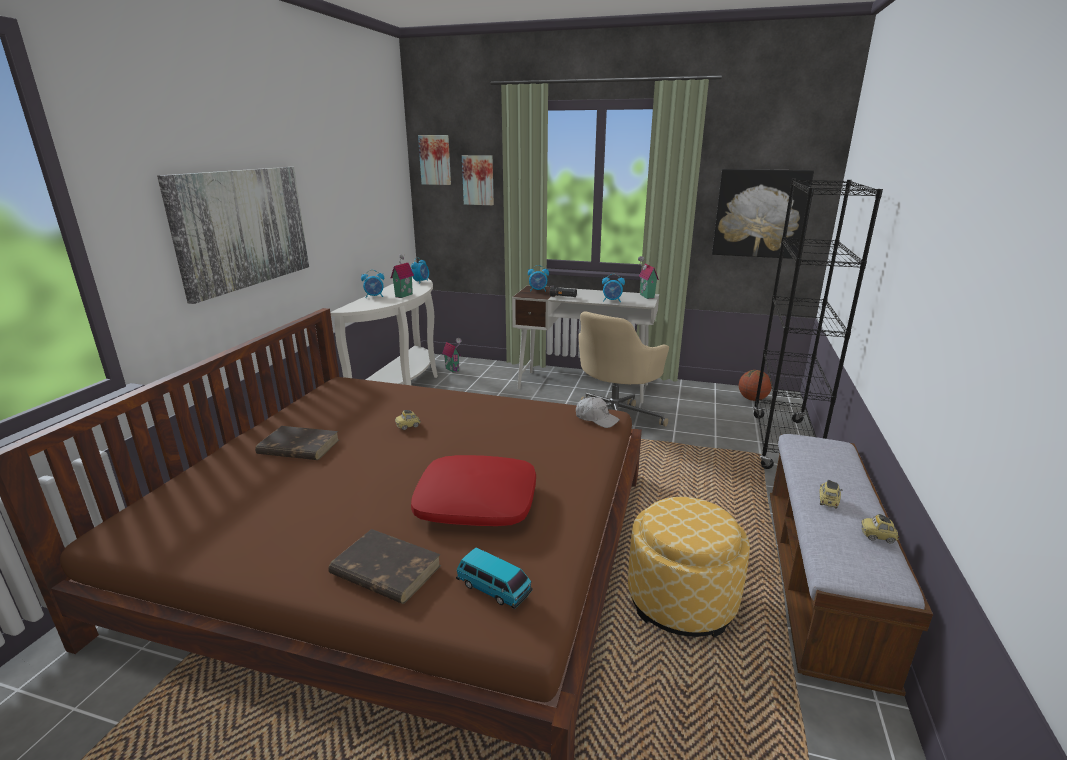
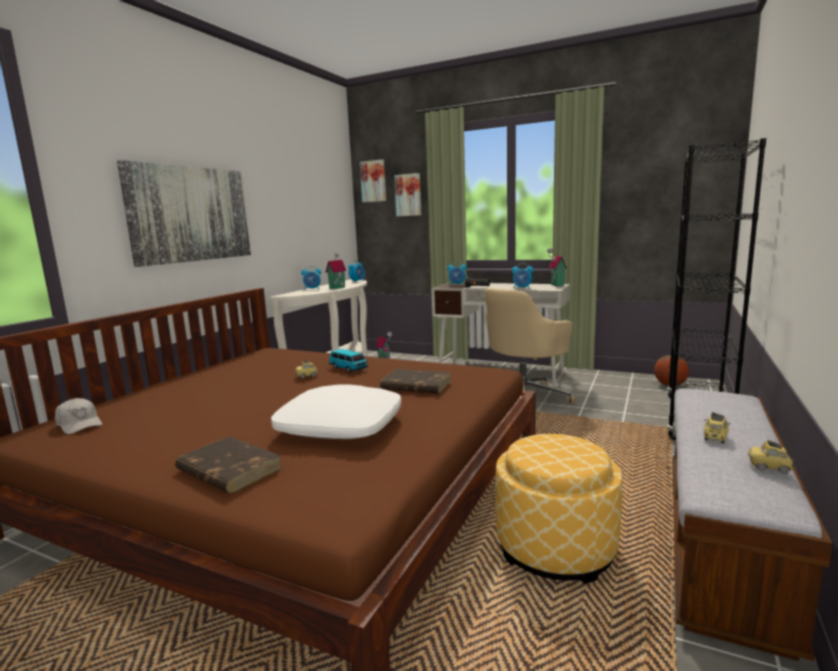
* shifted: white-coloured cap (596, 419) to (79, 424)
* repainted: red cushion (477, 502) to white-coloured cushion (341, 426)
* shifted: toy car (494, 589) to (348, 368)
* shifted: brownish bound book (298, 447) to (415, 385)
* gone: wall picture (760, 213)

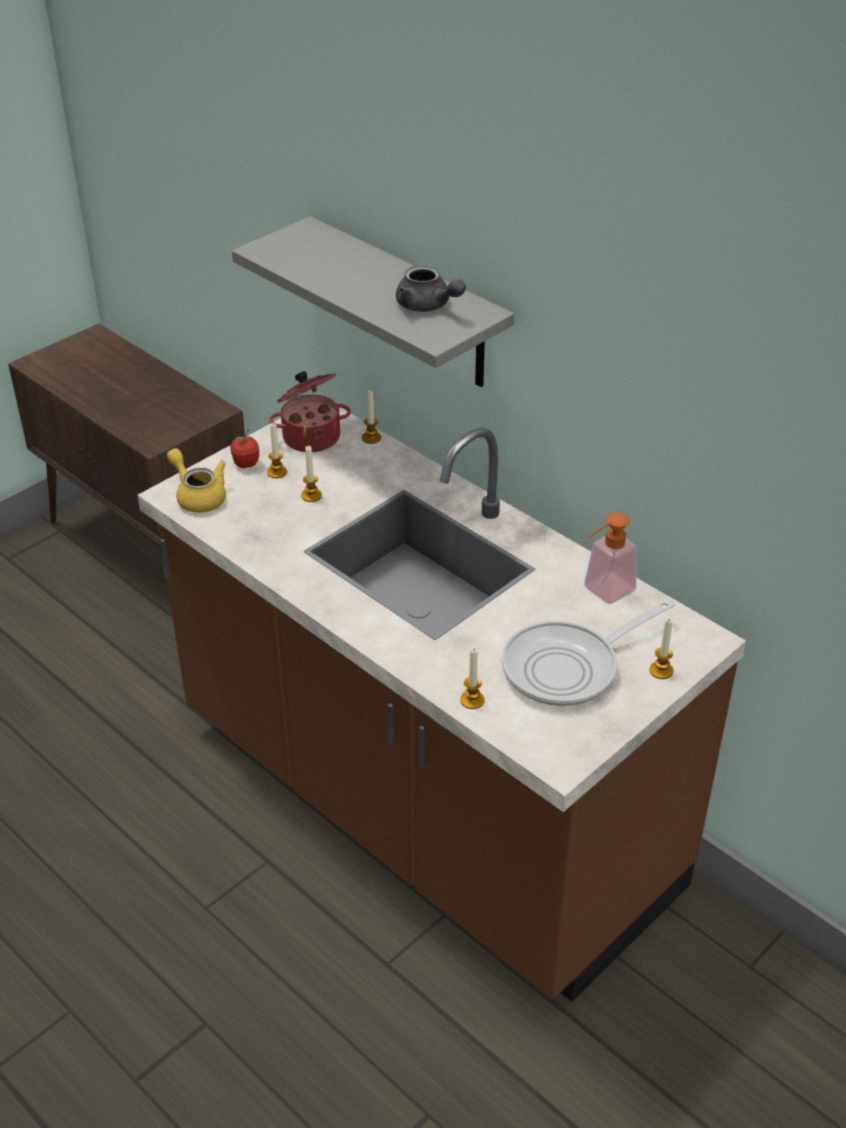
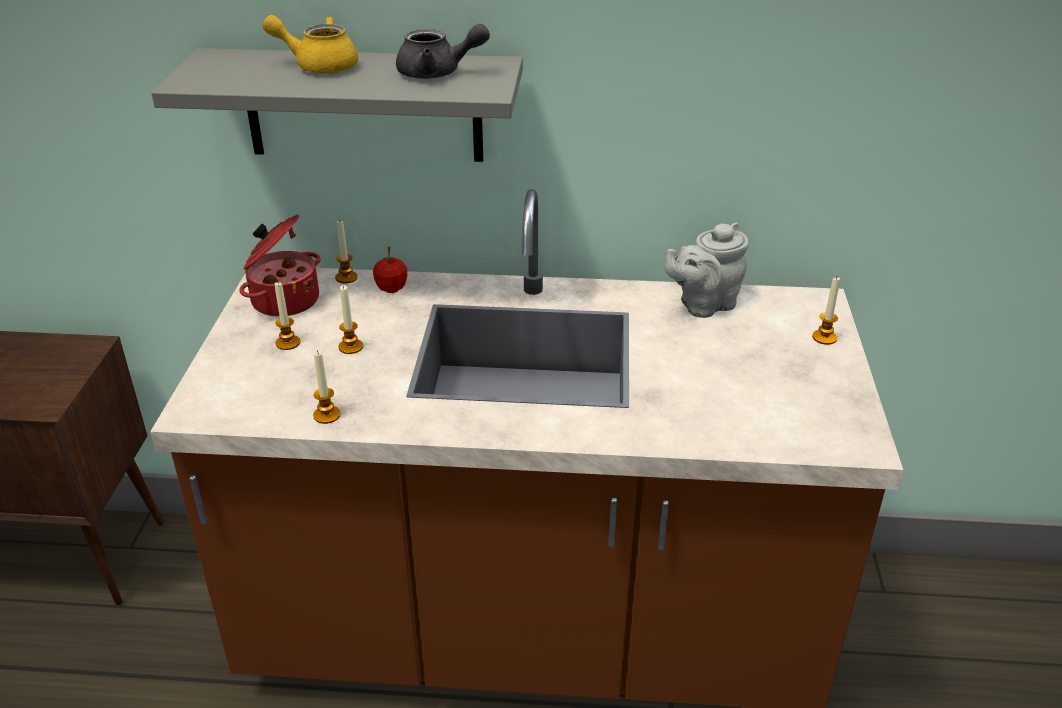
* shifted: yellow-coloured teapot (198, 496) to (319, 65)
* shifted: wax light (472, 700) to (327, 415)
* shifted: apple (246, 464) to (391, 289)
* swapped: liquid soap bottle (603, 593) to grey teapot (703, 305)
* gone: frying pan (569, 668)

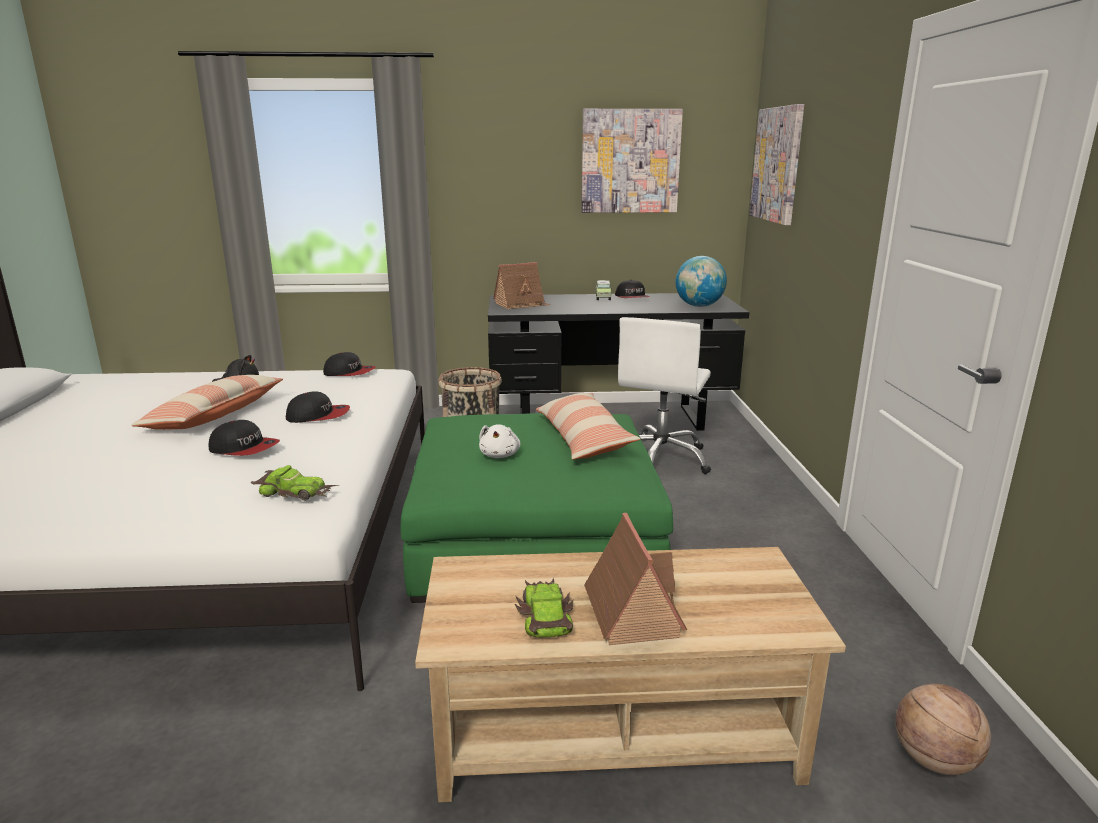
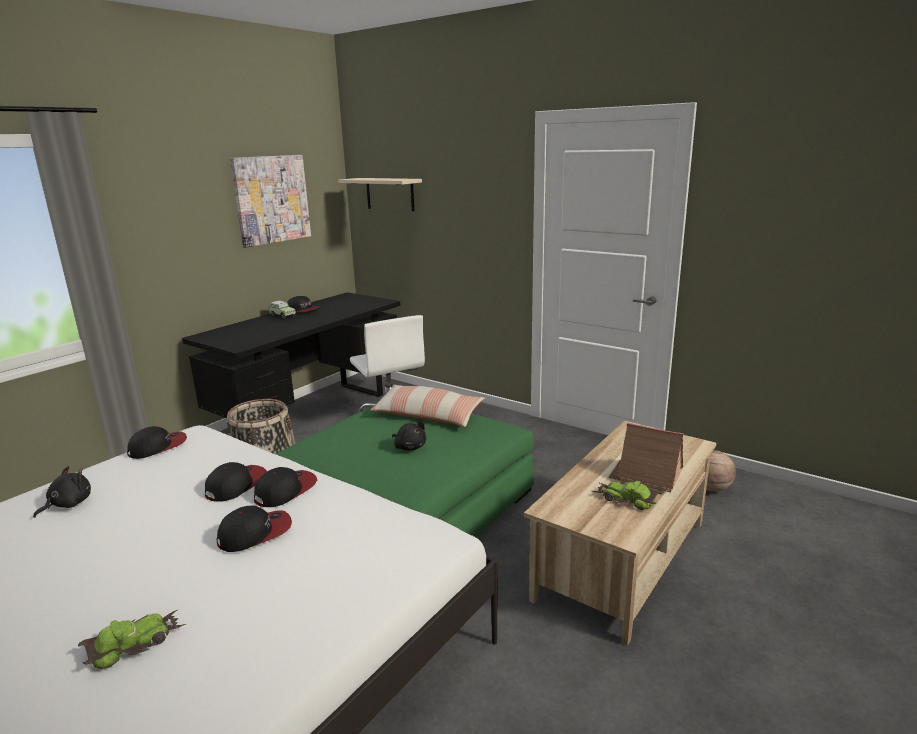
* shifted: toy car (296, 492) to (134, 643)
* new: cap (285, 491)
* swapped: wall picture (777, 164) to beige-coloured bracket shelf (390, 194)
* repainted: white-coloured cuddly toy (500, 455) to black-coloured cuddly toy (409, 447)
* gone: cushion (215, 416)
* gone: toy house (521, 304)
* gone: globe (699, 306)

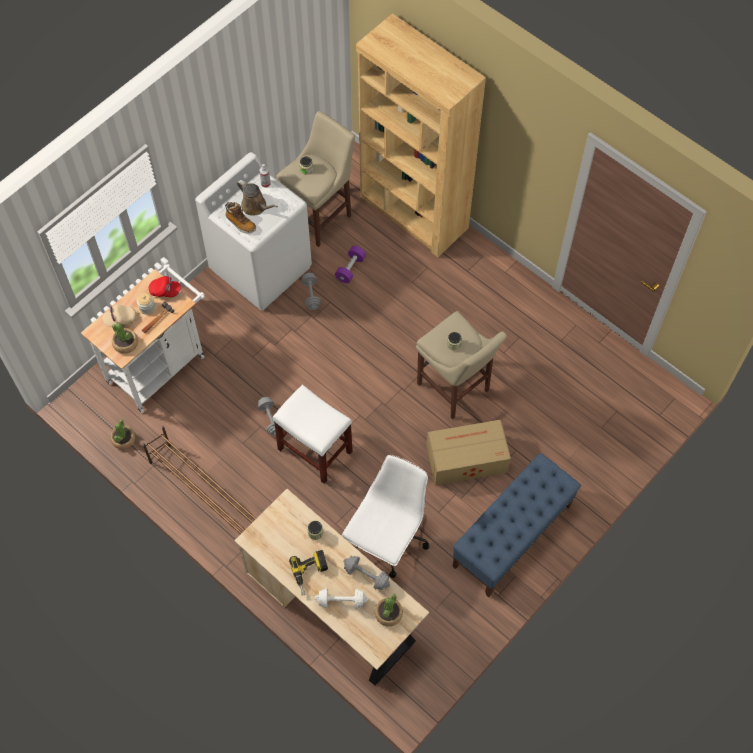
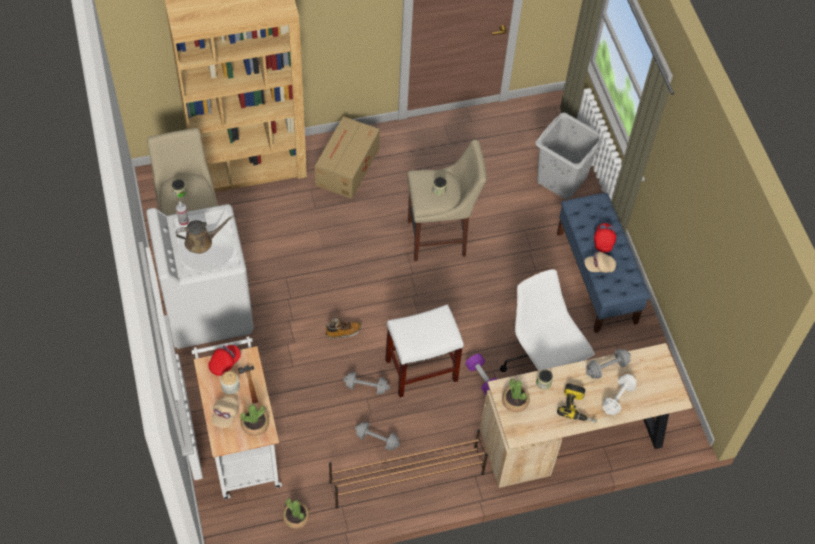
* shifted: packing box (465, 459) to (346, 167)
* shifted: tall boot (240, 223) to (343, 332)
* shifted: grey free weight (311, 295) to (377, 440)
* shifted: purple-coloured free weight (350, 269) to (482, 378)
* shifted: potted plant (388, 613) to (515, 401)
* new: grey hamper (561, 179)
* new: beige-coloured cap (599, 267)
* new: red cap (603, 241)

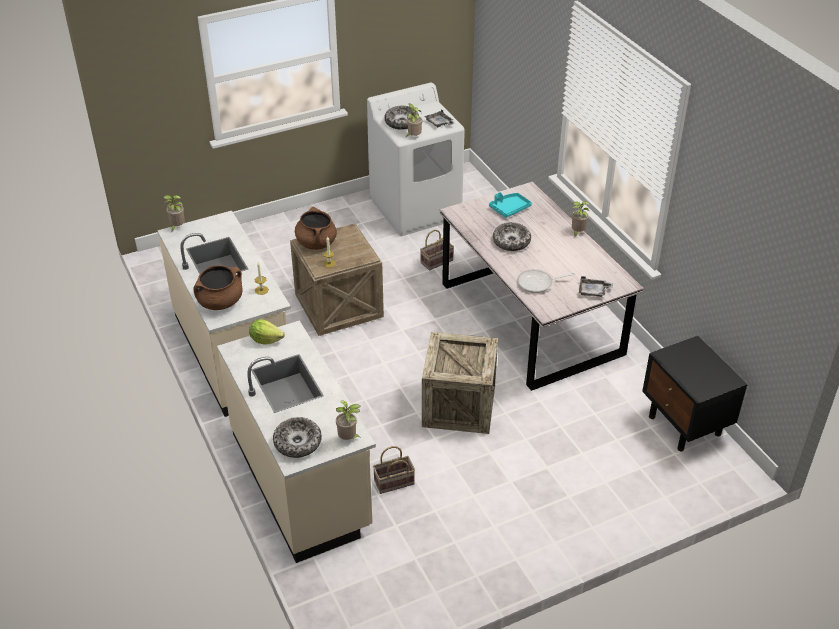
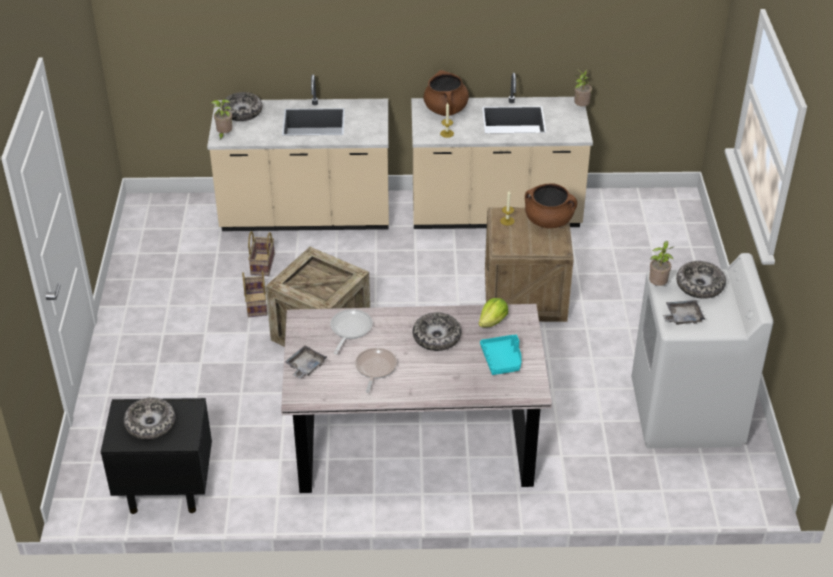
* new: bowl (150, 424)
* shifted: basket (436, 262) to (255, 304)
* new: frying pan (375, 368)
* shifted: head of lettuce (266, 339) to (493, 322)
* gone: potted plant (577, 233)

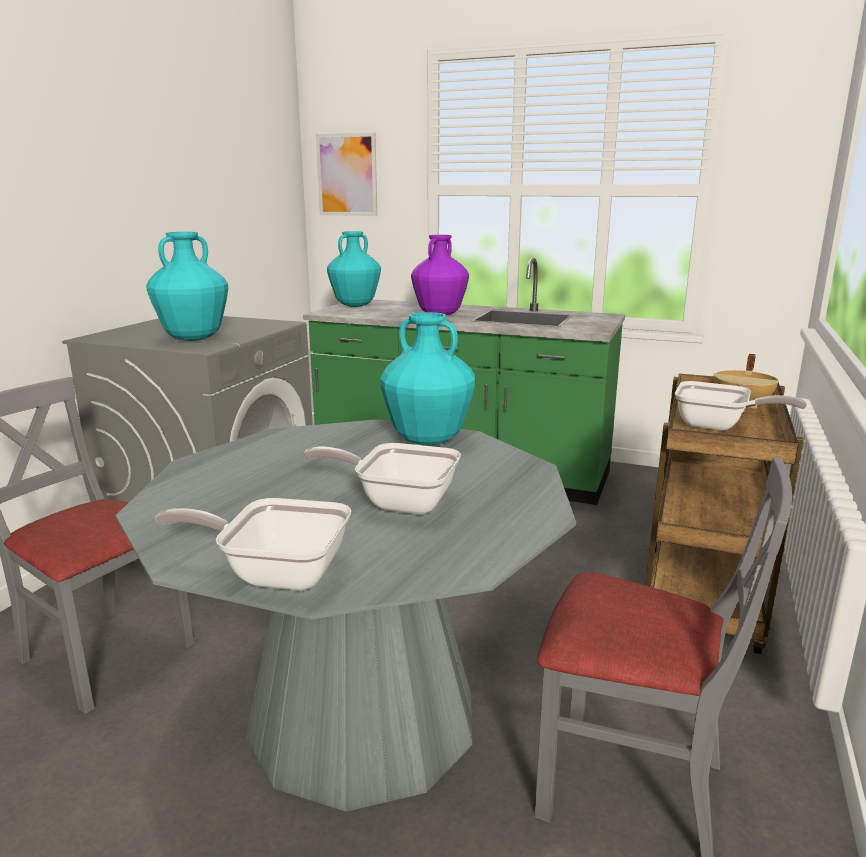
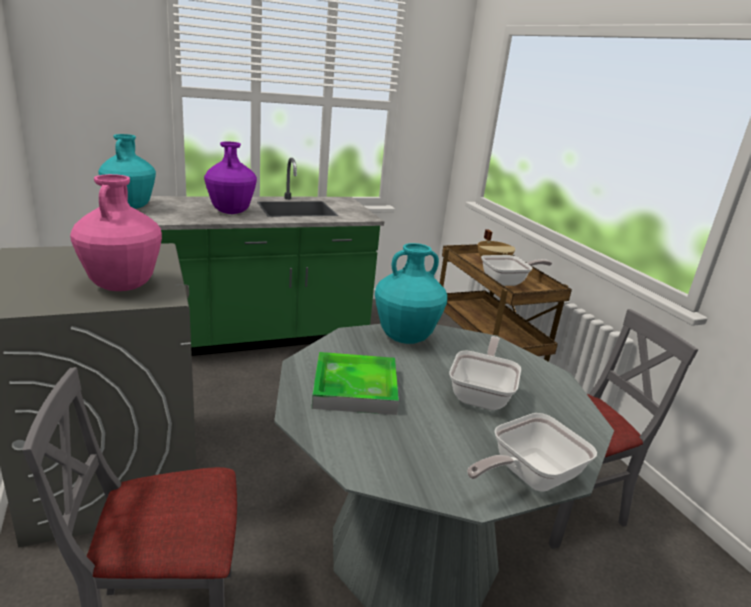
* repainted: blue-green decorative vase (194, 338) to pink decorative vase (122, 286)
* new: tray (355, 388)
* rotated: frying pan (398, 502) = (482, 394) 135 degrees clockwise
* gone: wall picture (347, 175)

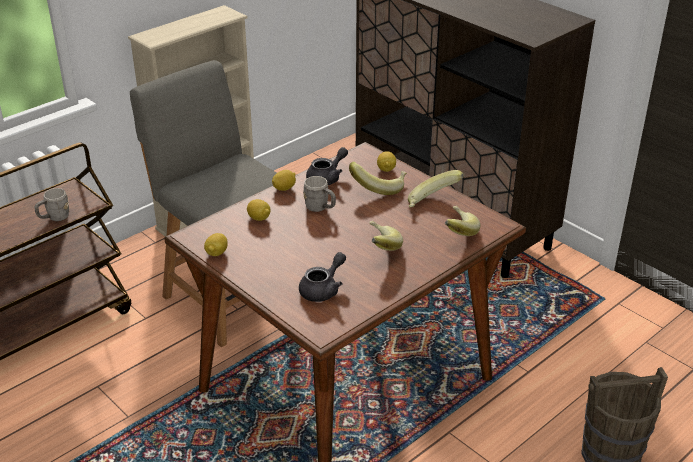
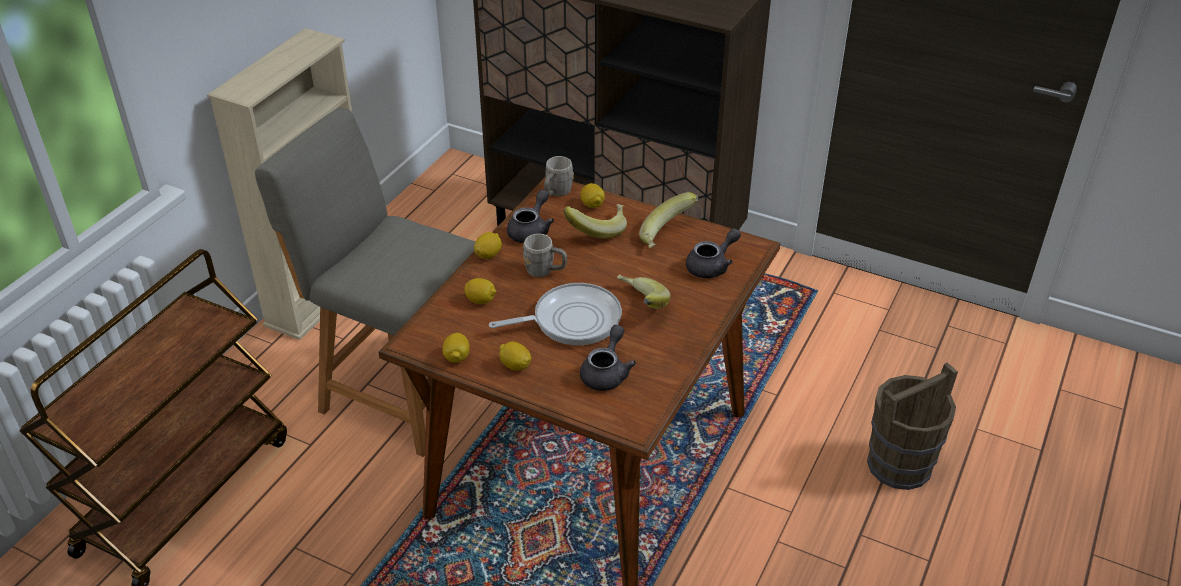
* new: frying pan (571, 320)
* new: whole lemon (515, 365)
* shifted: grey coffee mug (54, 218) to (556, 193)
* swapped: banana fruit (456, 232) to grey teapot (712, 266)

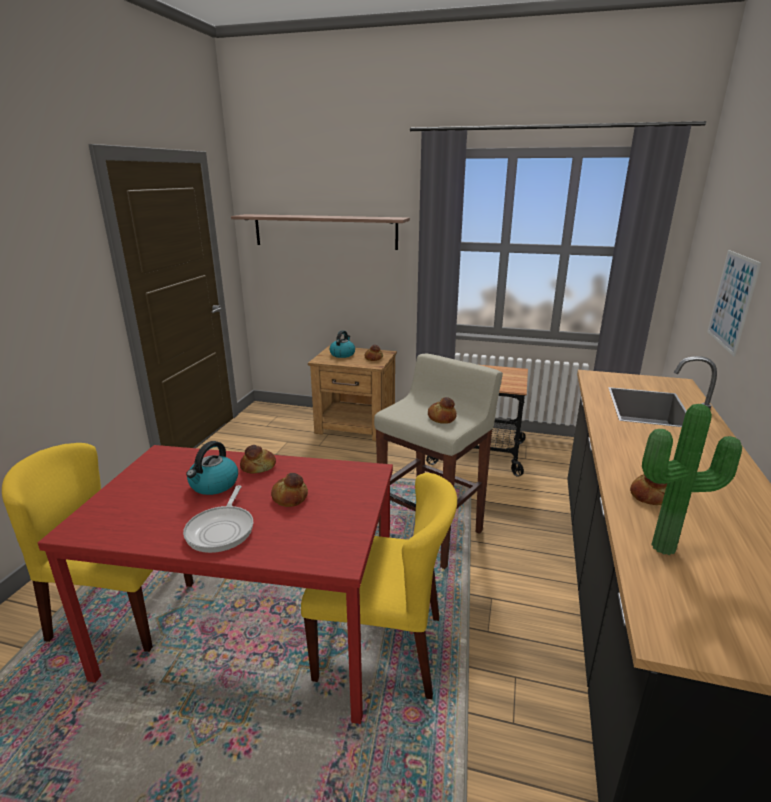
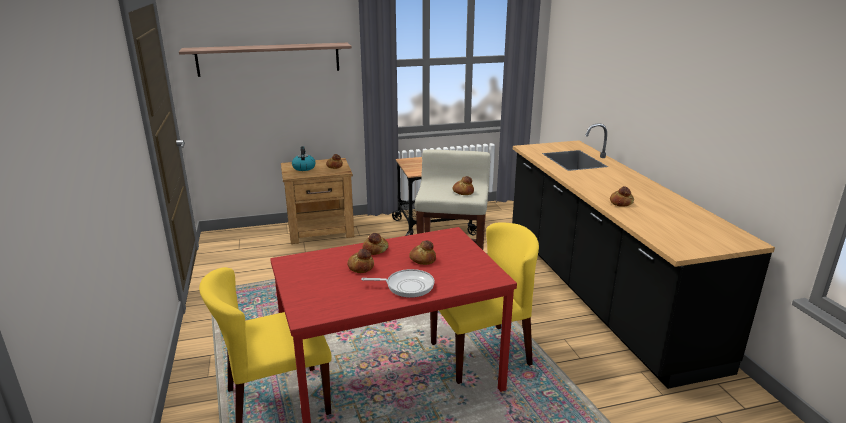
* swapped: water kettle (214, 485) to baked bread (361, 267)
* rotated: frying pan (222, 530) = (407, 286) 60 degrees counterclockwise
* gone: potted plant (667, 550)
* gone: wall picture (732, 301)

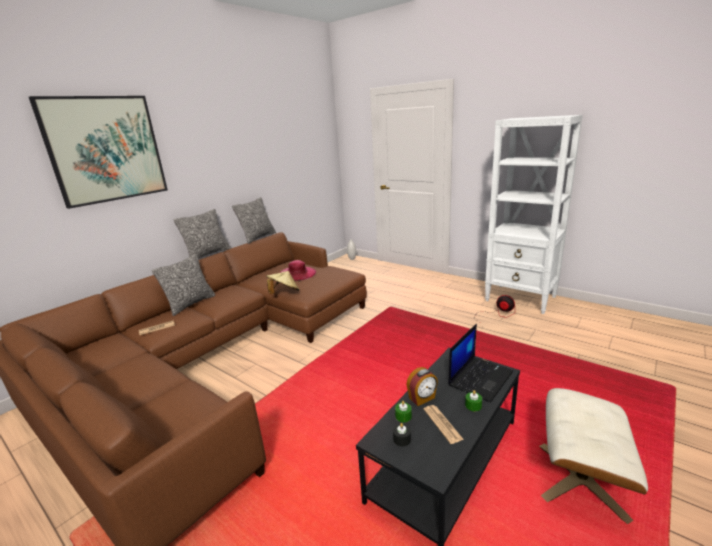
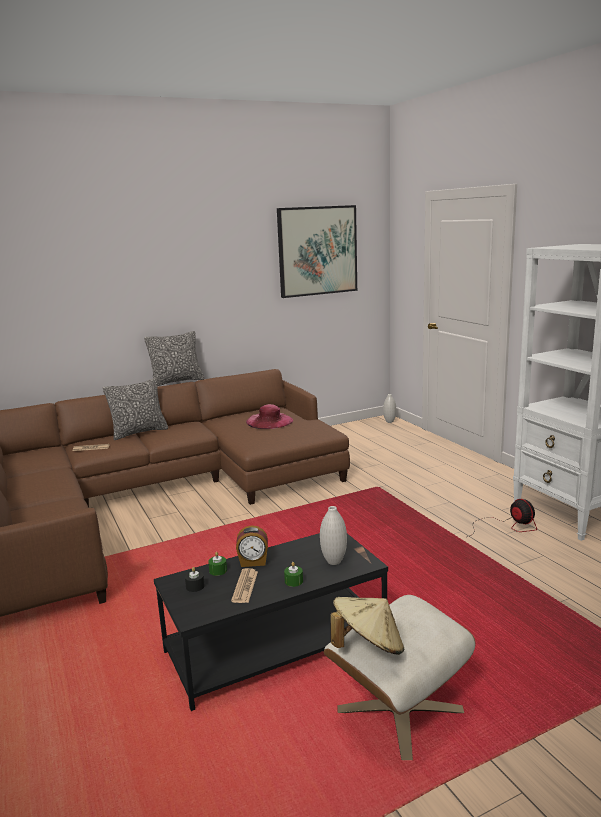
* shifted: wall picture (106, 149) to (317, 251)
* swapped: portable computer (480, 378) to white-coloured decorative vase (334, 561)
* shifted: beige-coloured hat (284, 293) to (368, 647)
* gone: cushion (258, 237)

